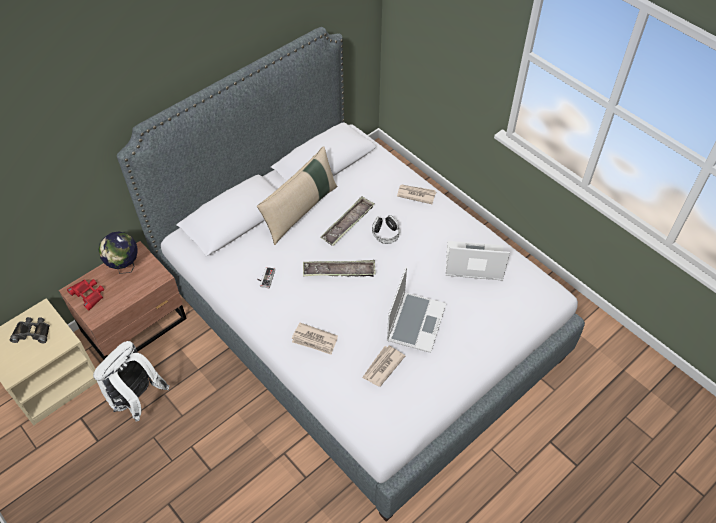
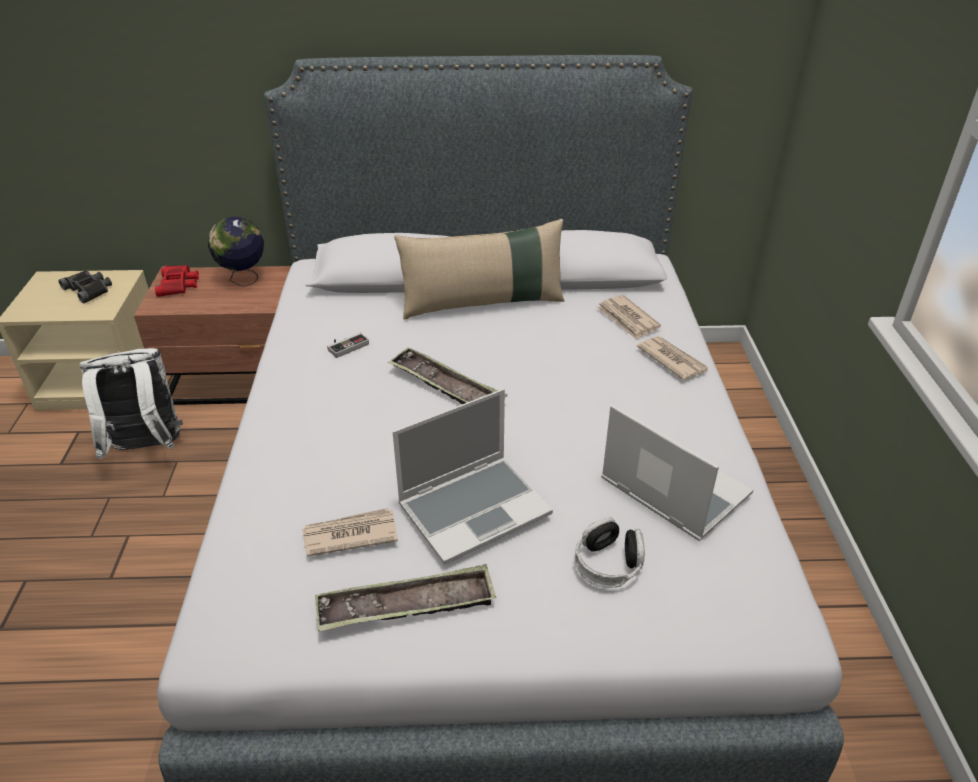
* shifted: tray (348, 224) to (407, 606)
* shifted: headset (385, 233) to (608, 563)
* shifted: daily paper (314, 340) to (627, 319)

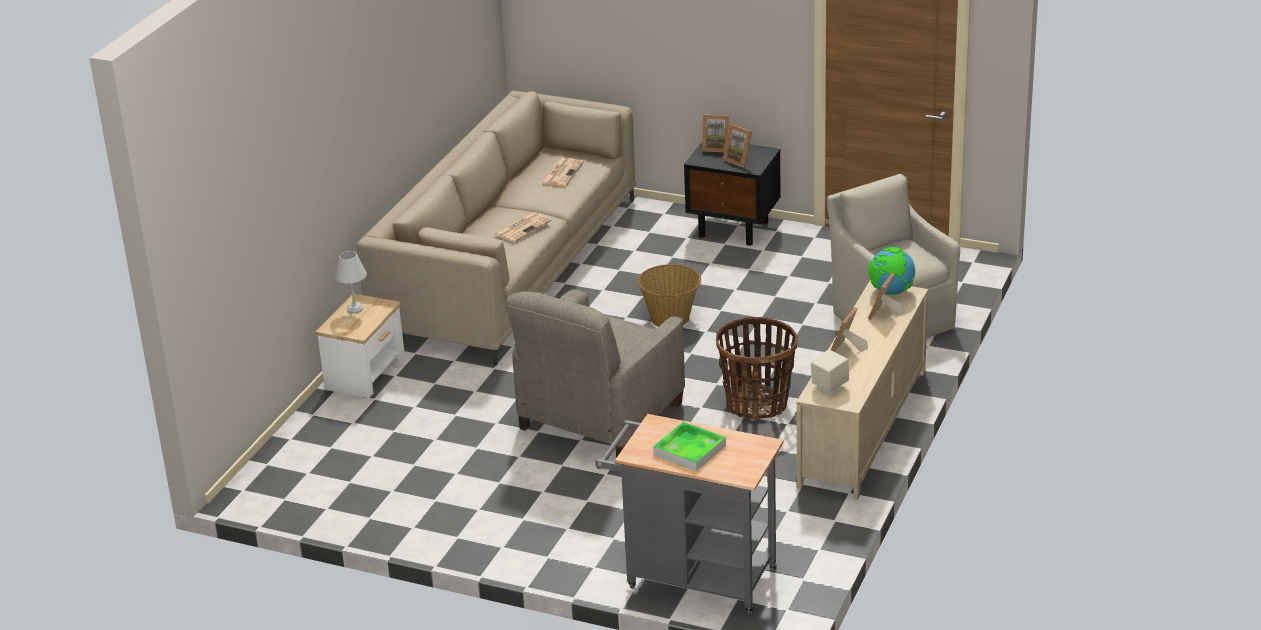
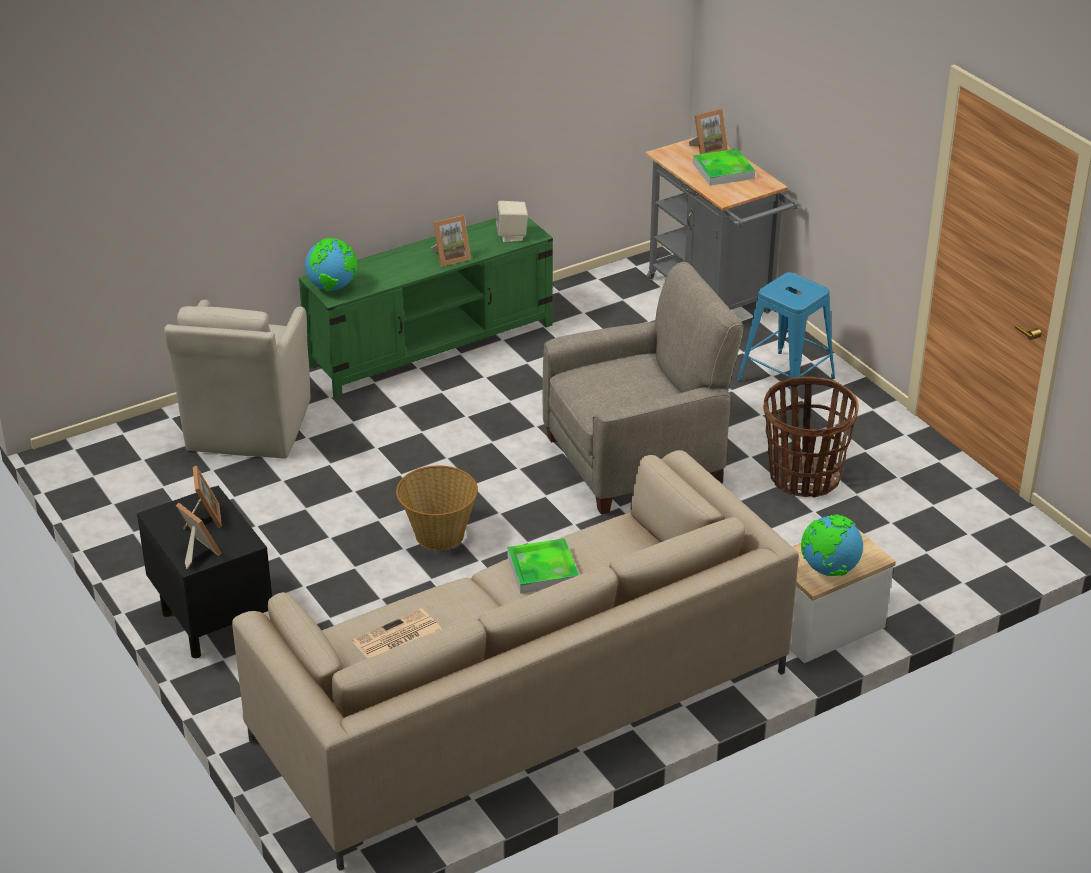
* repainted: beige-coloured tv unit (863, 428) to greenish tv unit (432, 345)
* swapped: daily paper (523, 228) to tray (542, 570)
* shifted: standing frame (884, 314) to (707, 150)
* new: blue-coloured stool (785, 379)
* shifted: basket (757, 404) to (804, 478)
* swapped: white-coloured table lamp (354, 309) to globe (829, 570)

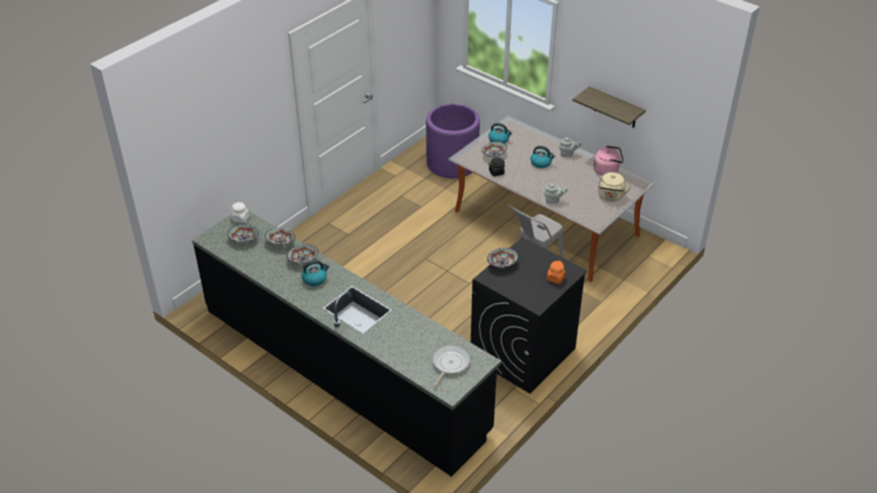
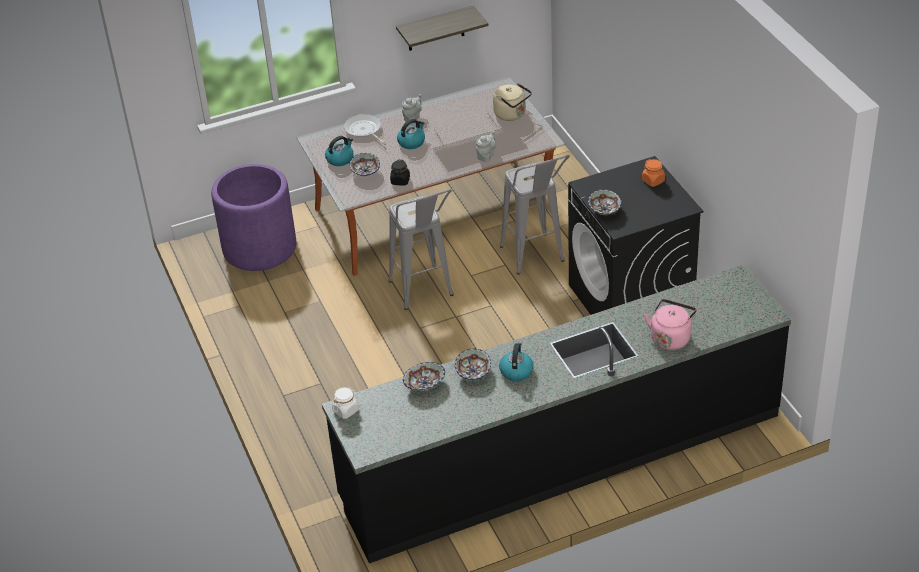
* shifted: frying pan (449, 364) to (364, 130)
* new: grey stool (424, 295)
* shifted: pink water kettle (607, 170) to (671, 337)
* gone: bowl (244, 239)

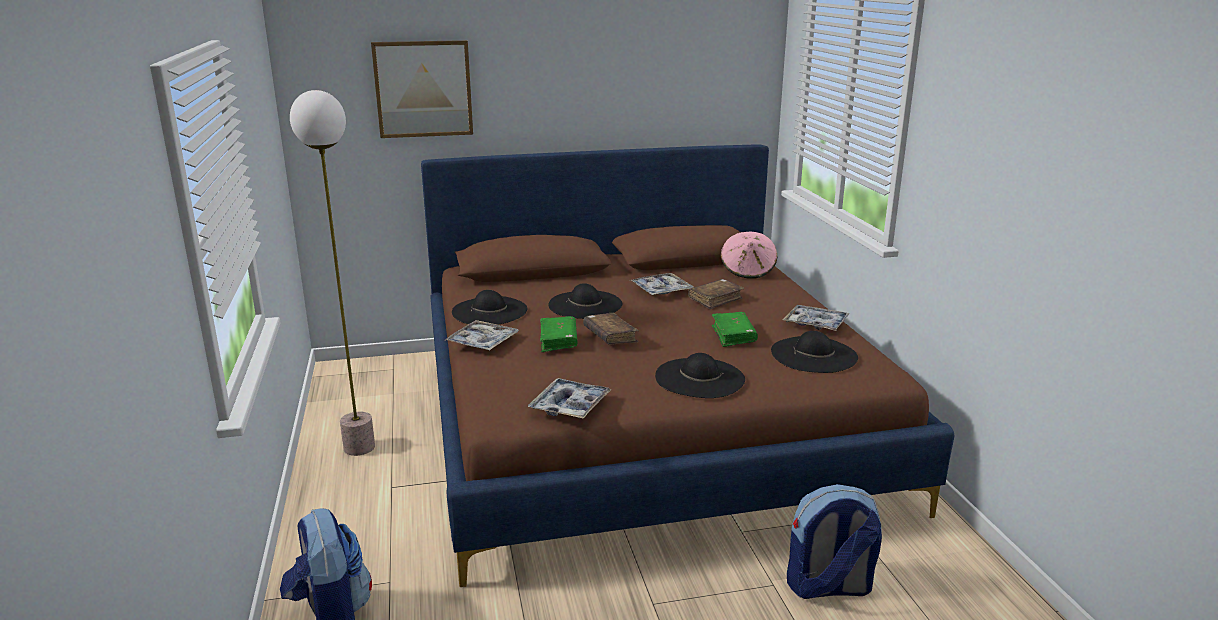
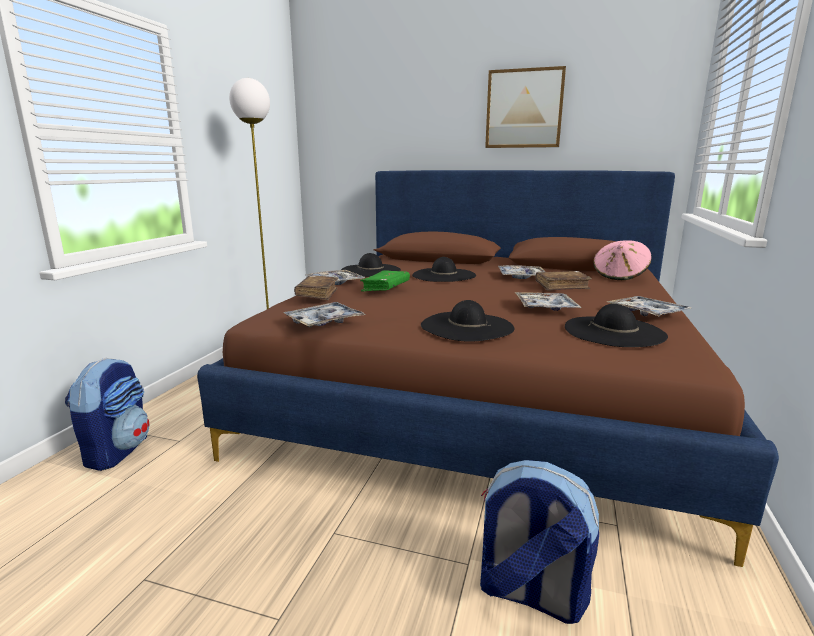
* shifted: brownish bound book (610, 336) to (317, 294)
* shifted: wall picture (423, 89) to (524, 109)
* swapped: greenish bound book (733, 335) to tray (545, 307)

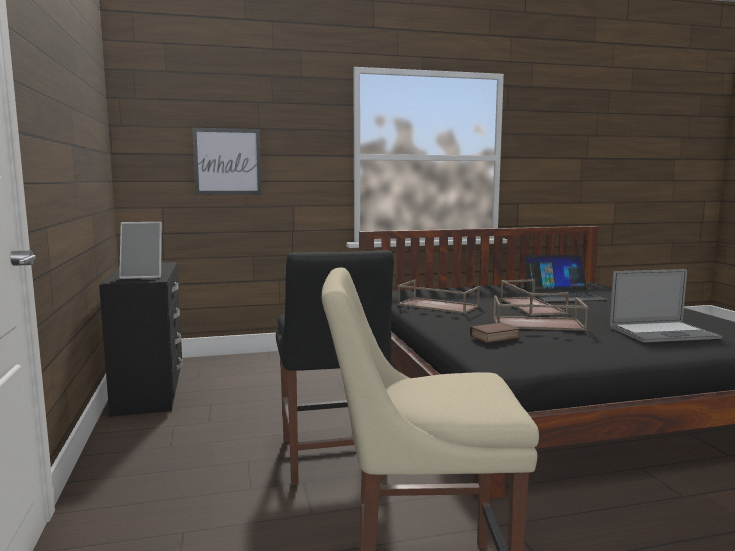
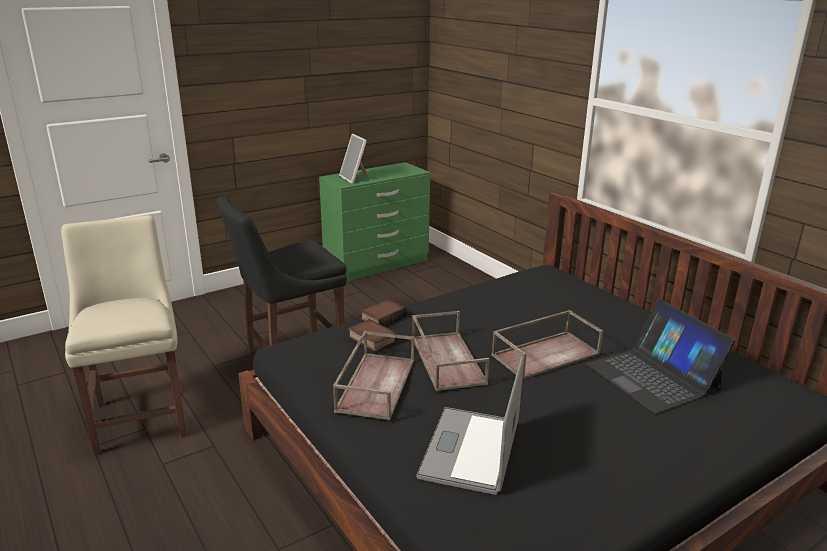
* repainted: black-coloured dresser (151, 389) to greenish dresser (377, 264)
* shifted: brownish tray (437, 306) to (375, 384)
* new: bound book (383, 317)
* rotated: portable computer (663, 333) = (470, 449) 45 degrees clockwise
* gone: wall picture (227, 161)

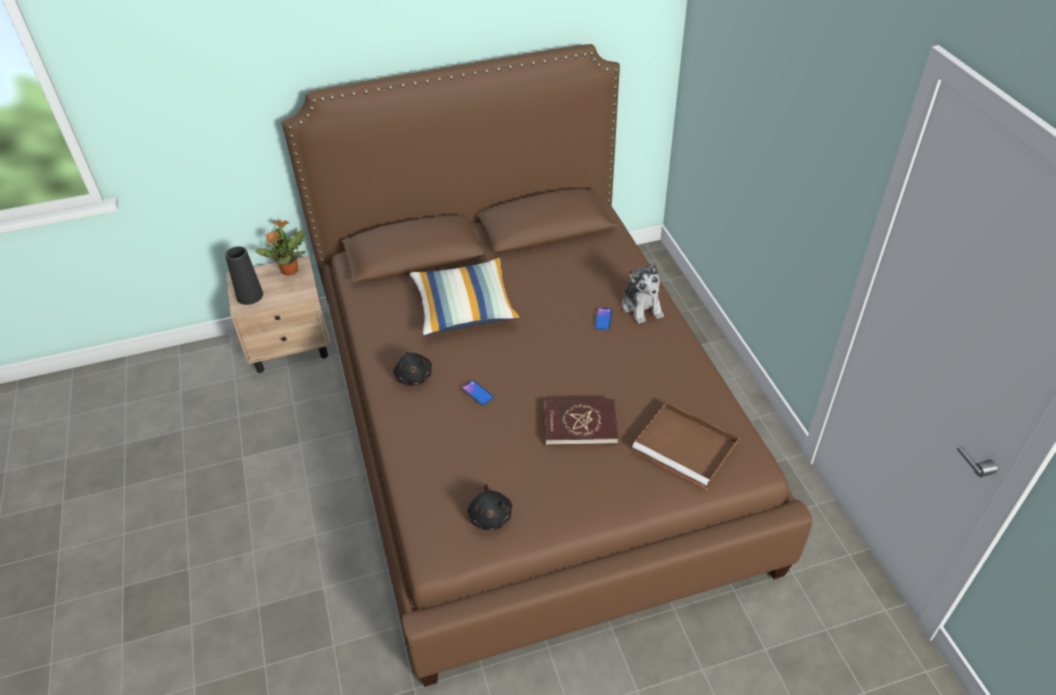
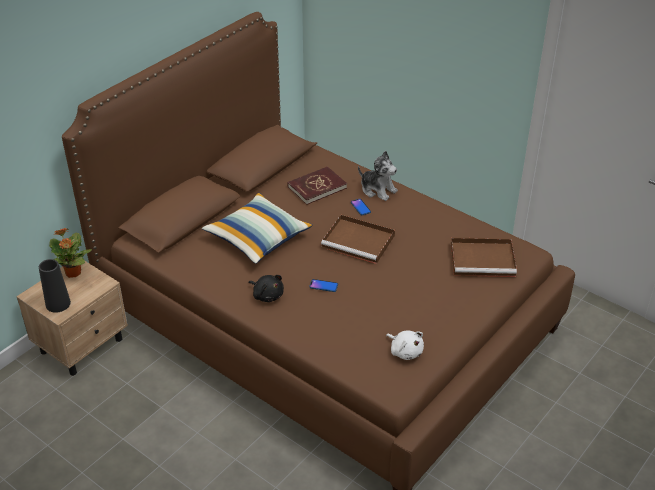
* shifted: red bound book (580, 424) to (317, 187)
* new: brownish tray (359, 241)
* repainted: black-coloured cuddly toy (490, 516) to white-coloured cuddly toy (405, 351)

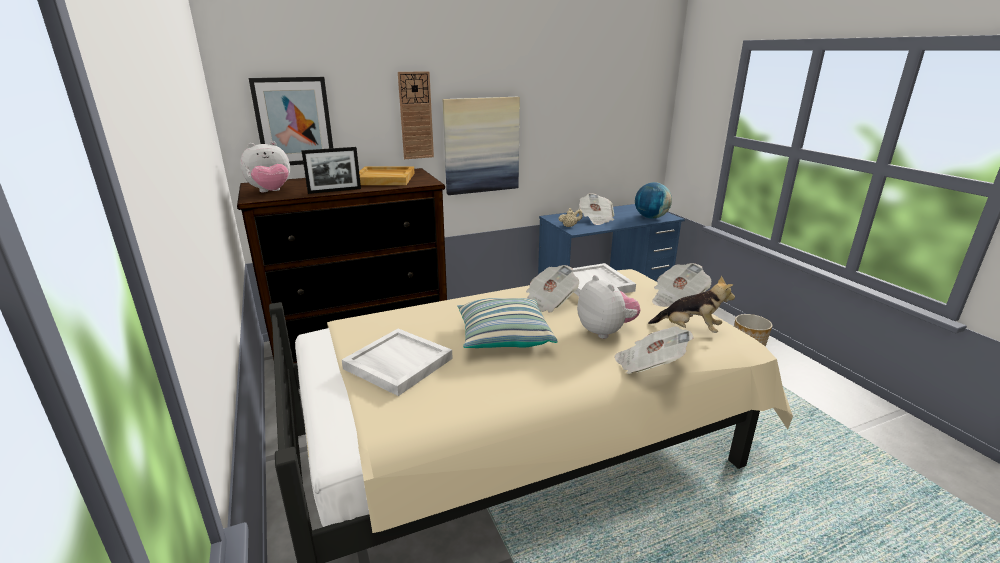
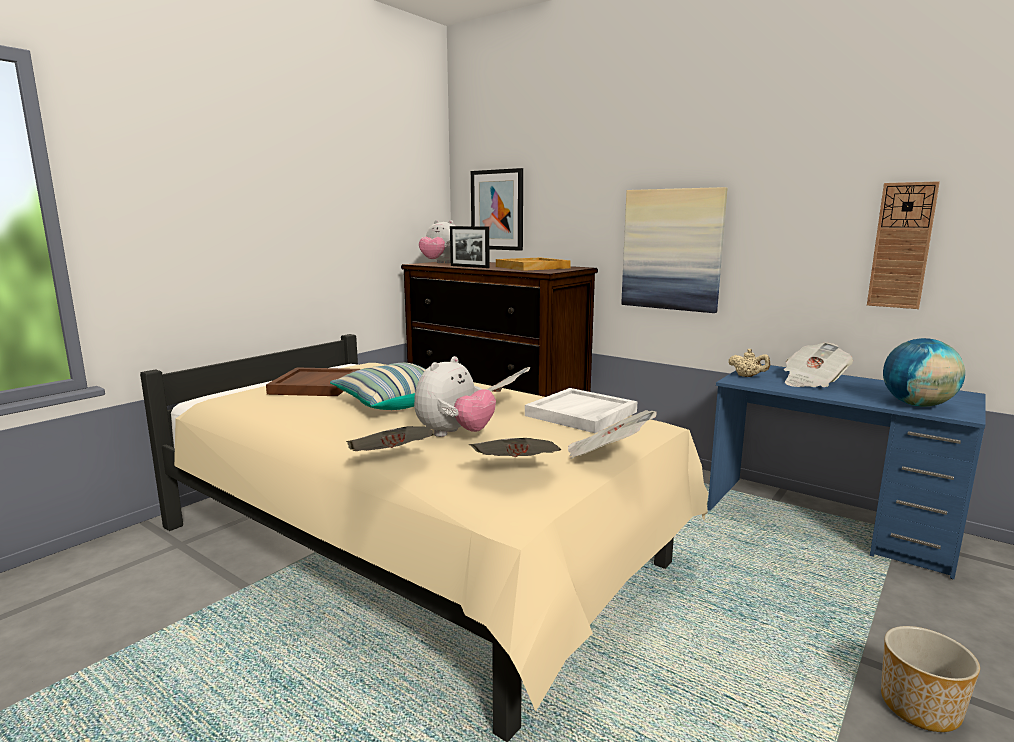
* repainted: white-coloured tray (397, 363) to brownish tray (315, 385)
* swapped: cuddly toy (689, 329) to daily paper (515, 472)
* shifted: wall clock (416, 116) to (901, 246)

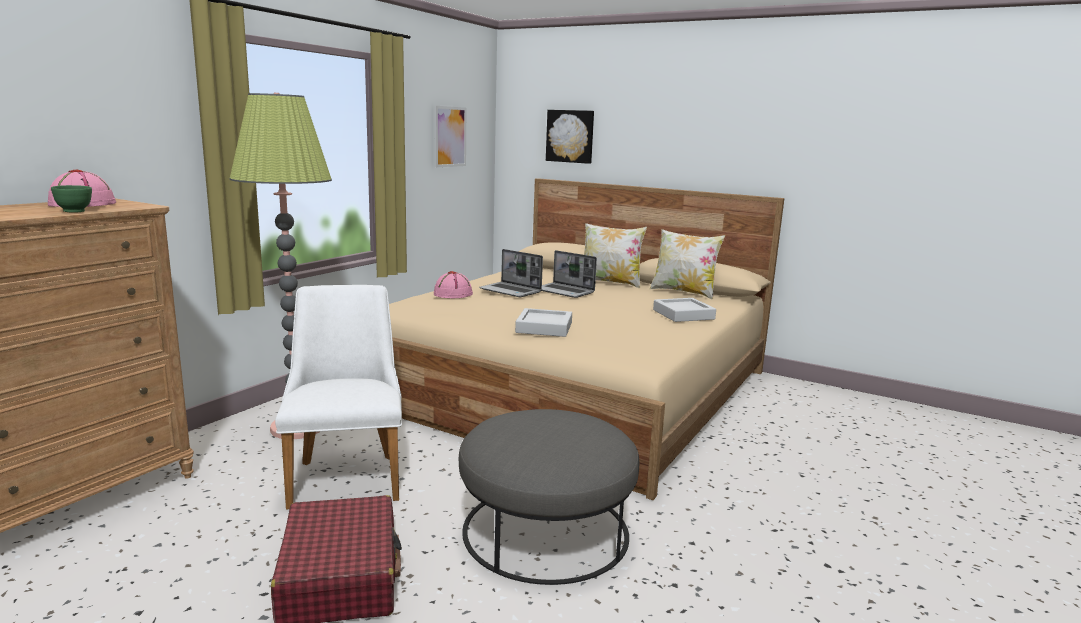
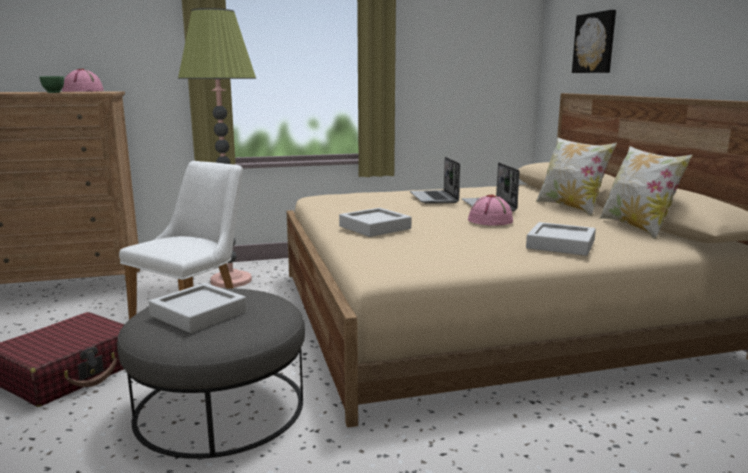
* new: grey tray (198, 314)
* shifted: pink hat (453, 294) to (490, 221)
* gone: wall picture (450, 136)

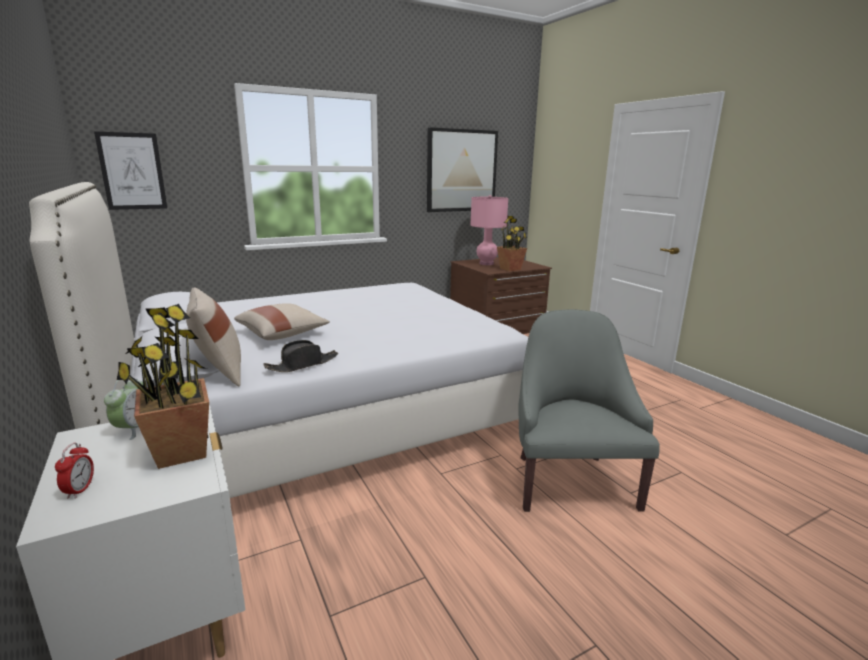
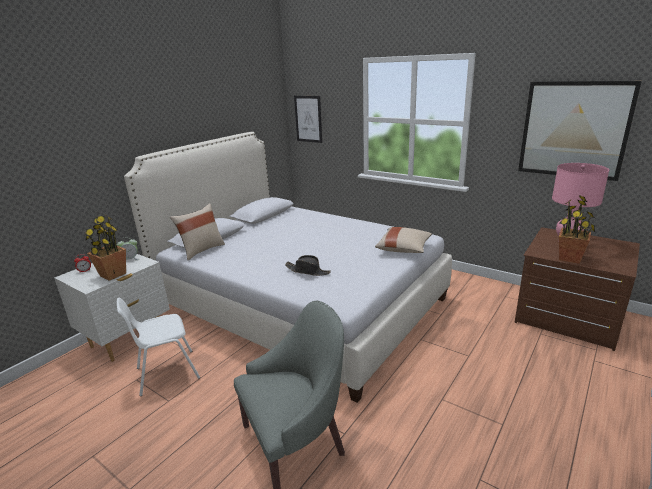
* new: white-coloured plain chair (167, 372)
* shifted: black-coloured hat (303, 364) to (308, 271)
* shifted: beige-coloured cushion (283, 334) to (404, 249)

